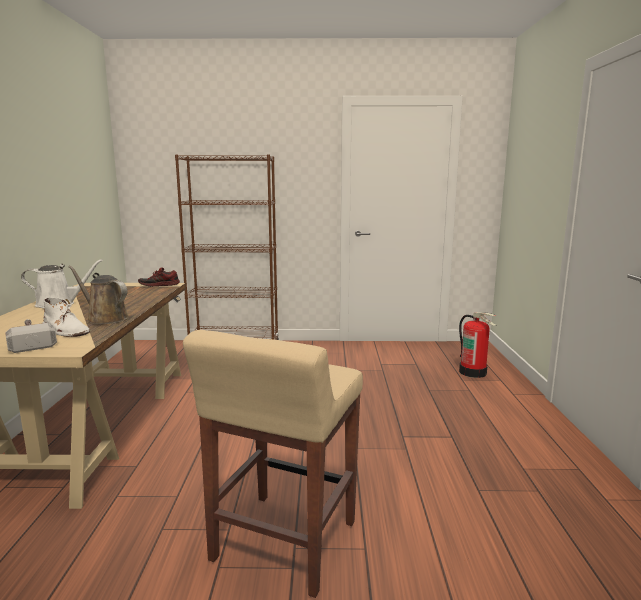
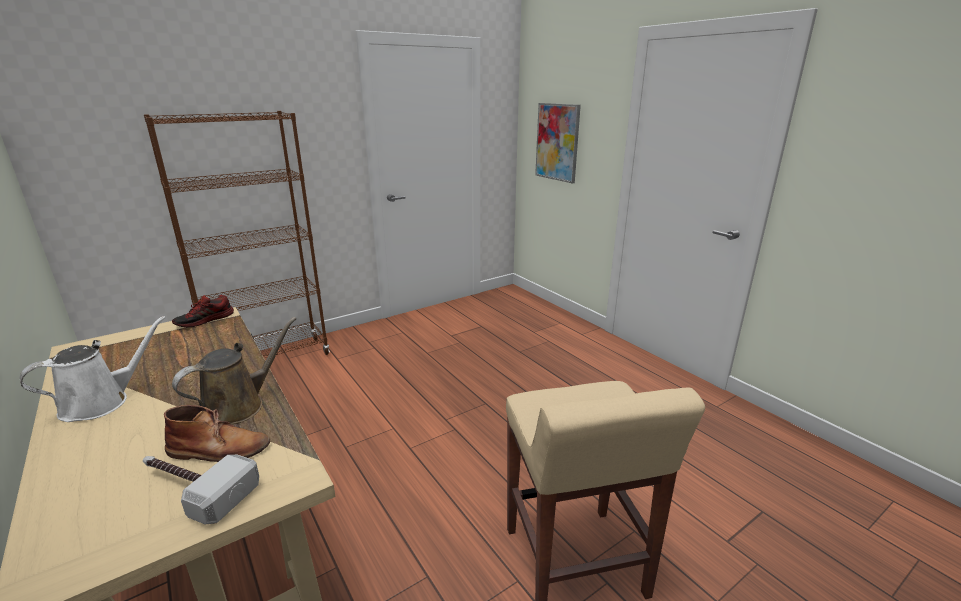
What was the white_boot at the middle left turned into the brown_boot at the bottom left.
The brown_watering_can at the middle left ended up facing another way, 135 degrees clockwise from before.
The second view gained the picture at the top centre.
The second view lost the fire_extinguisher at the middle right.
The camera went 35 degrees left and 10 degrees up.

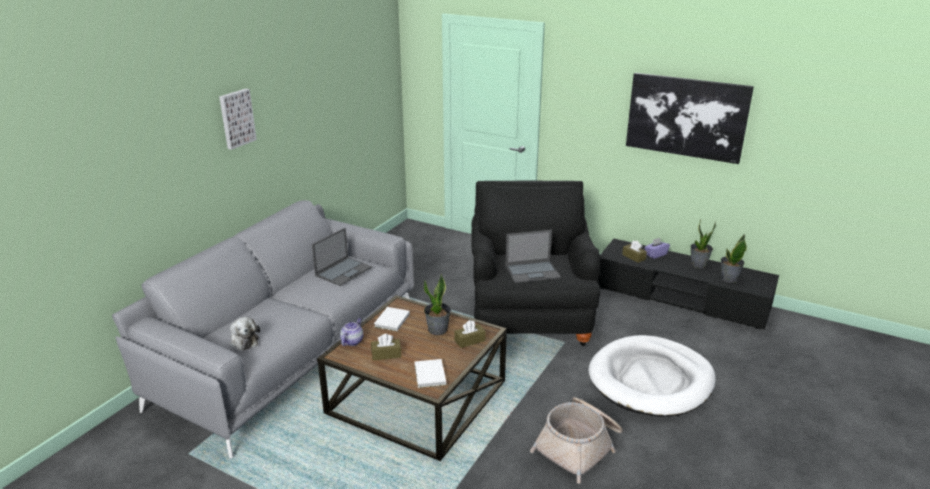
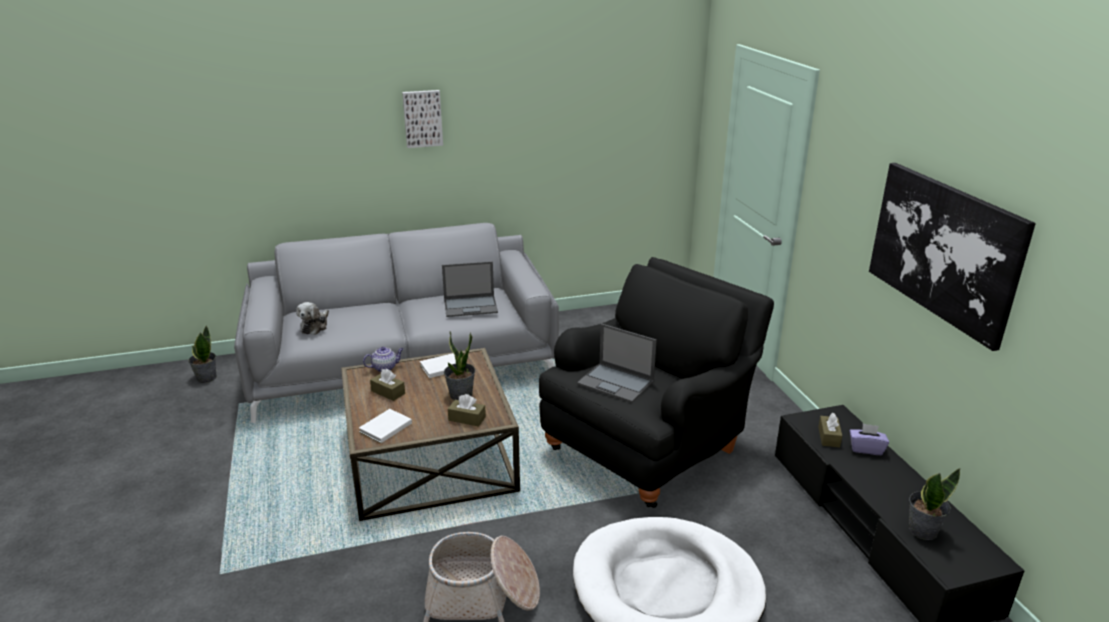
The potted_plant (2nd from left in the first image) ended up elsewhere, having gone from the middle right to the middle left.
The camera went 45 degrees right and 0 degrees up.

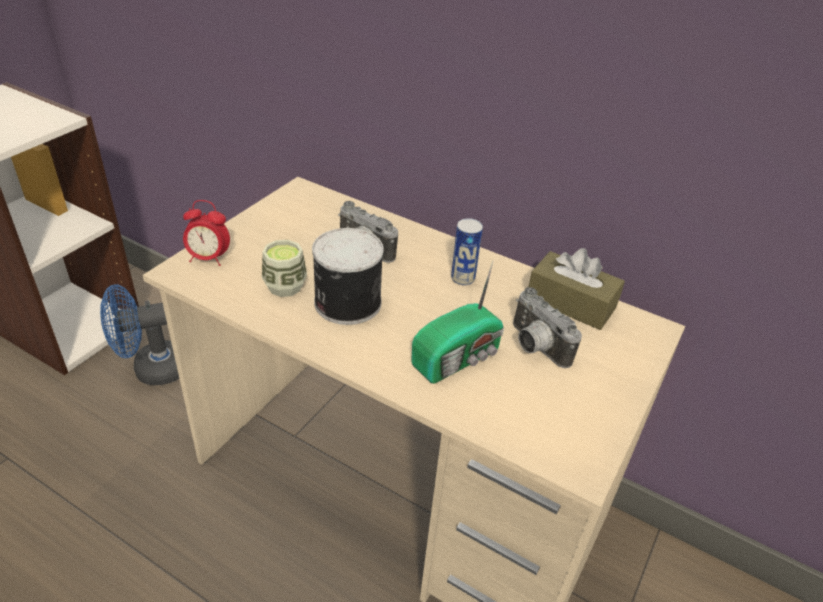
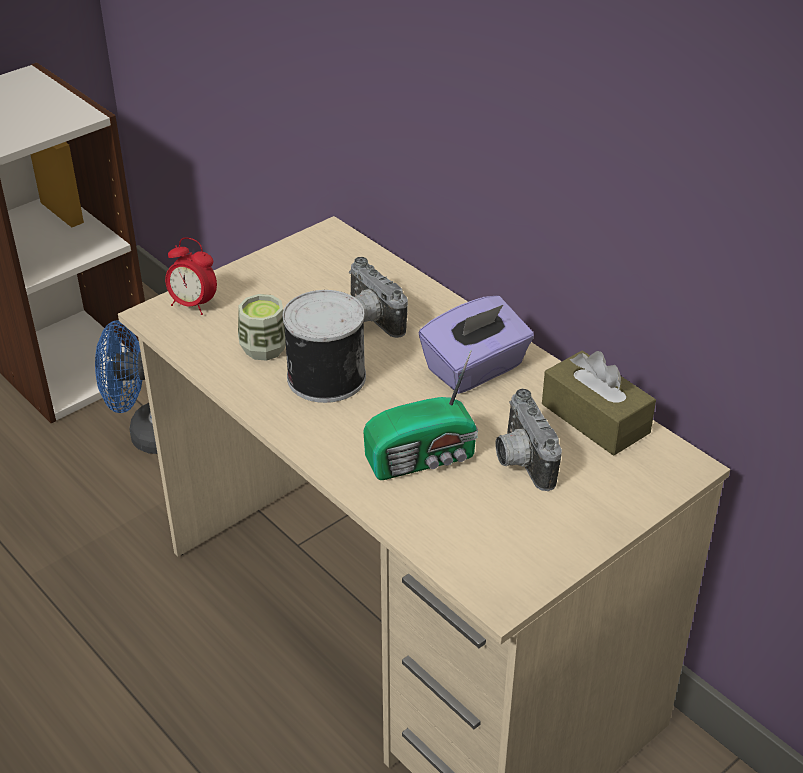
Where the can (2nd from left) stood at the centre, the purple_tissue_box came to stand at the centre.
The camera went 20 degrees right and 0 degrees up.

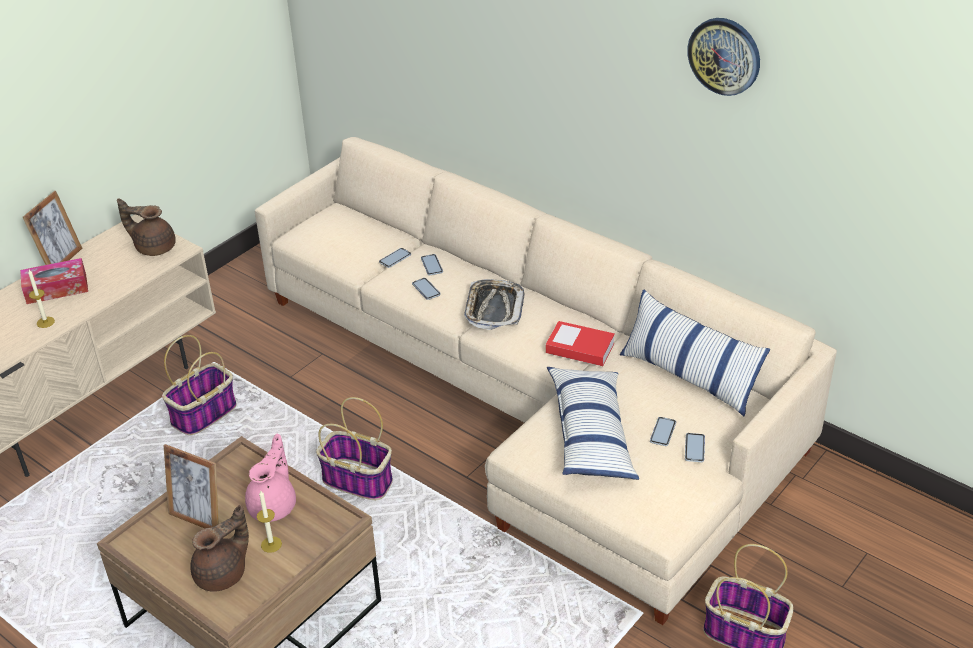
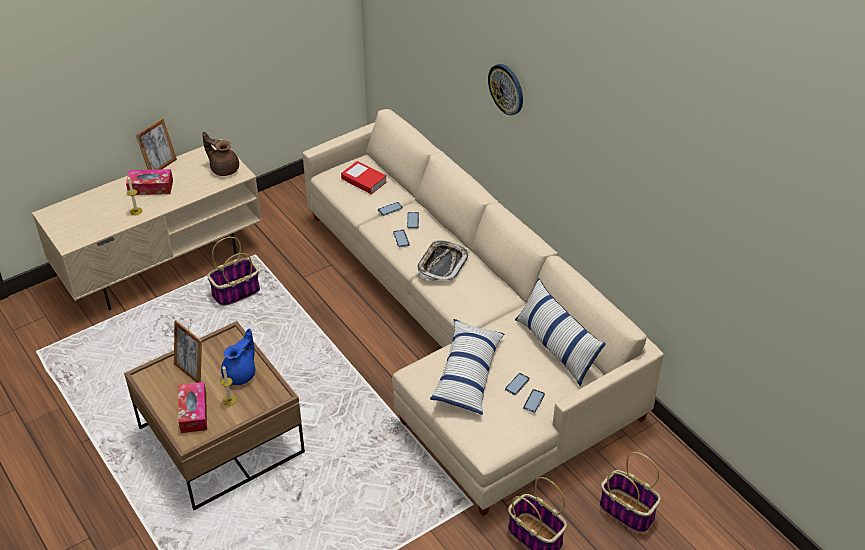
Where the brown_teapot (2nd from left) stood at the bottom left, the tissue_box (2nd from left) came to stand at the bottom left.
What was the pink_teapot at the bottom left turned into the blue_teapot at the middle left.
The book ended up elsewhere, having gone from the centre to the top centre.
The wall_clock ended up elsewhere, having gone from the top right to the top centre.
The basket (2nd from left in the first image) ended up elsewhere, having gone from the bottom centre to the bottom right.
The camera went 15 degrees right and 5 degrees up.

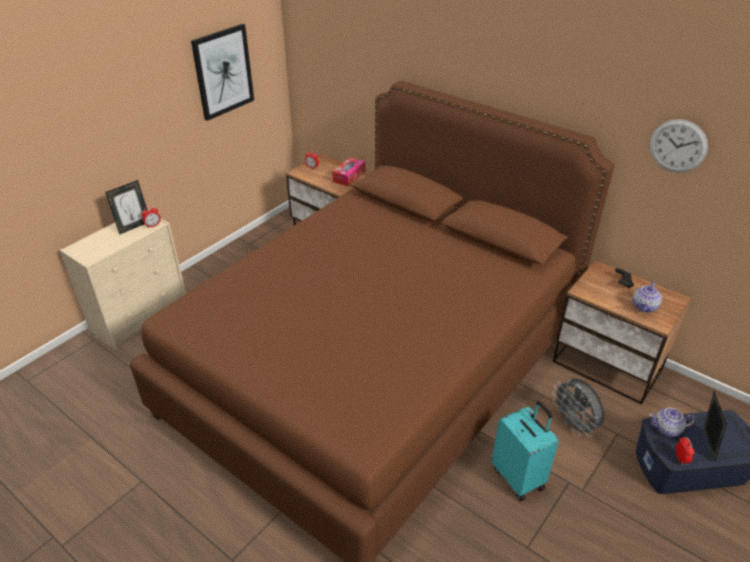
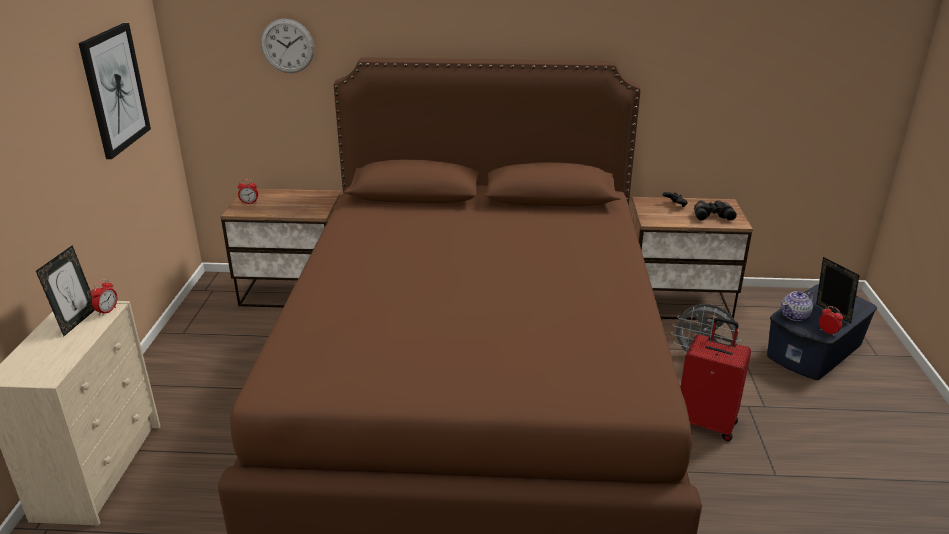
The wall_clock ended up elsewhere, having gone from the top right to the top left.
What was the turquoise_suitcase at the bottom right turned into the red_suitcase at the bottom right.
Where the teapot (1st from left) stood at the middle right, the black_binoculars came to stand at the middle right.
The second view lost the tissue_box at the top centre.
The camera went 35 degrees left and 10 degrees down.

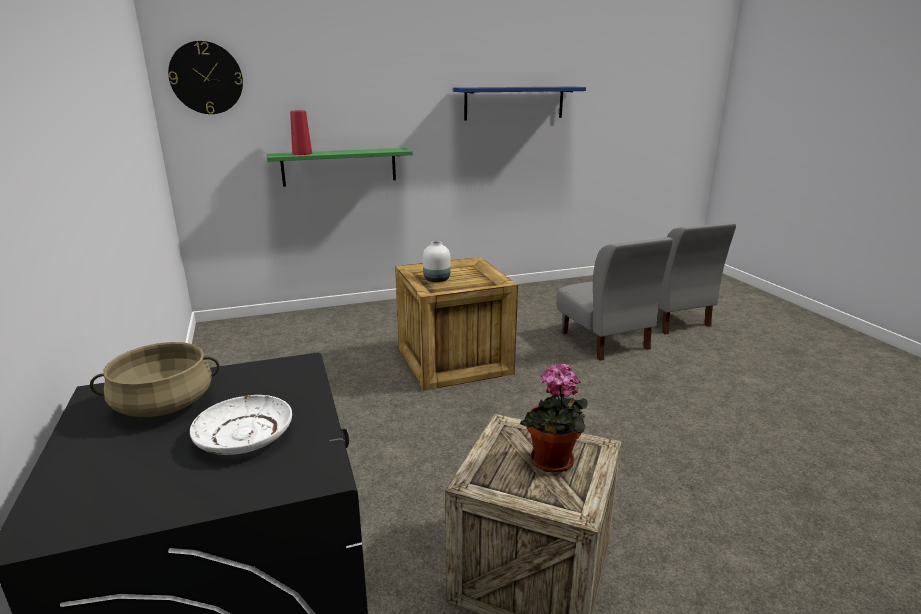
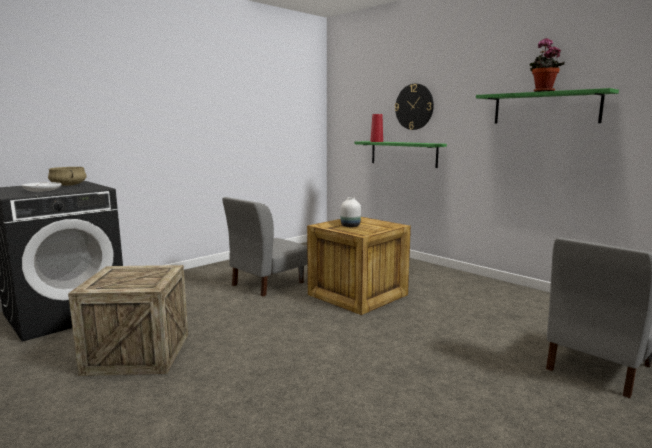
The grey_chair (1st from left) ended up elsewhere, having gone from the middle right to the centre.
The wall_clock ended up elsewhere, having gone from the top left to the top centre.
What was the blue_shelf at the top centre turned into the green_shelf (2nd from left) at the top right.
The potted_plant ended up elsewhere, having gone from the bottom centre to the top right.
The camera went 65 degrees right and 10 degrees down.

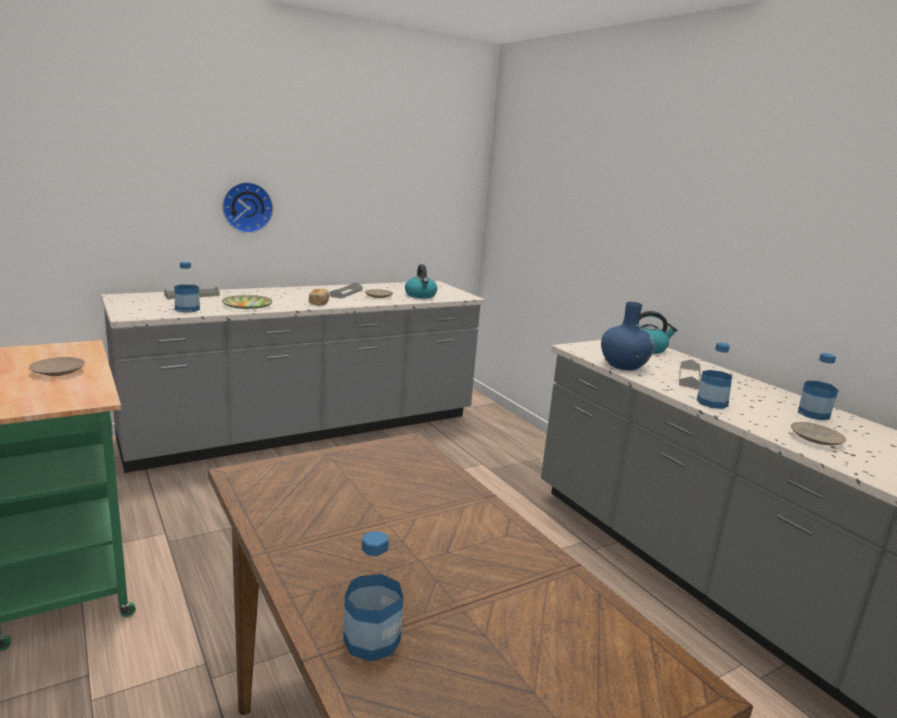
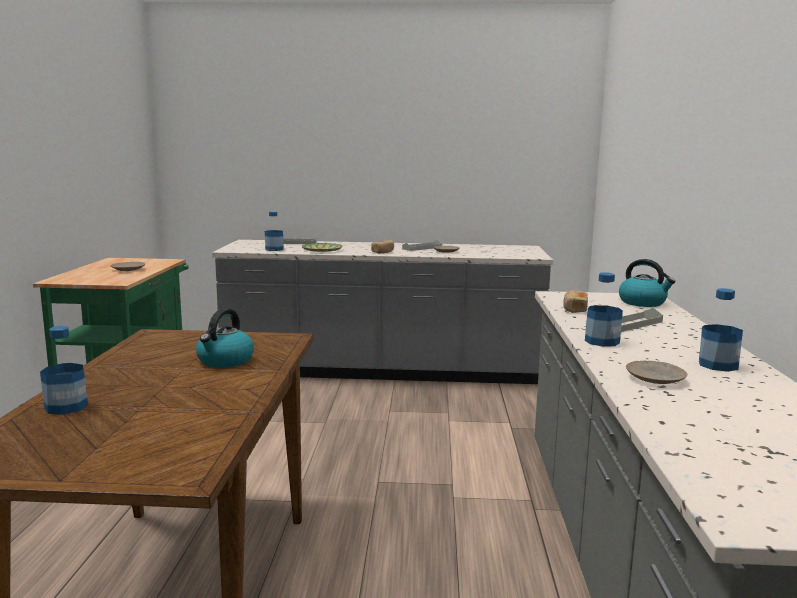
The kettle (1st from left) ended up elsewhere, having gone from the centre to the middle left.
Where the blue_vase stood at the middle right, the bread (2nd from left) came to stand at the middle right.
The second view lost the wall_clock at the top left.
The camera went 35 degrees right and 5 degrees down.

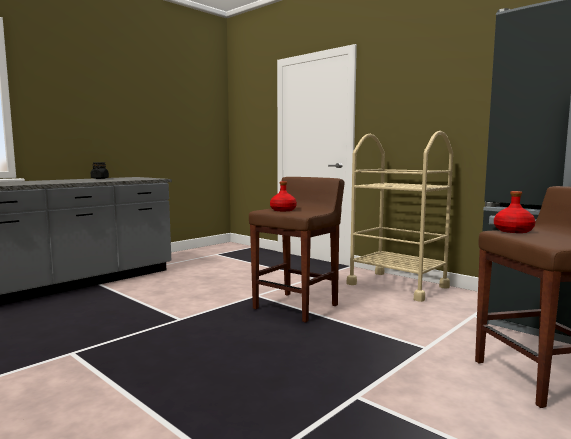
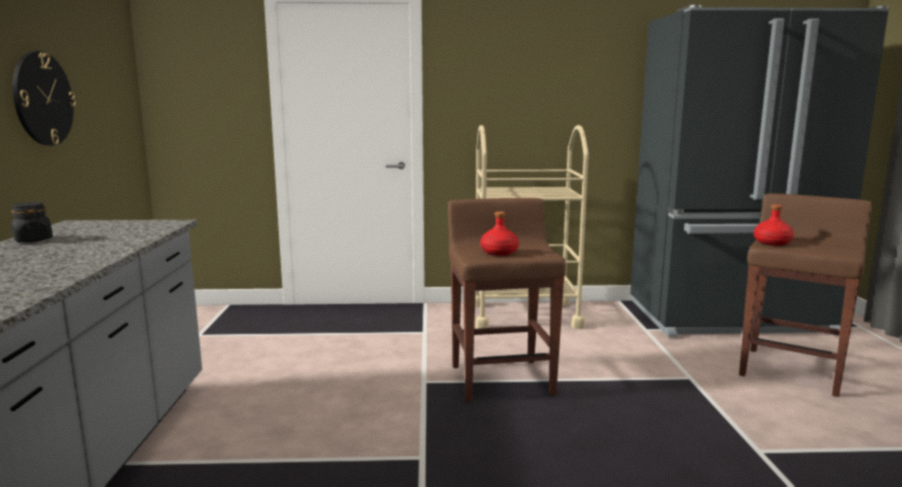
The second view gained the wall_clock at the top left.
The camera went 45 degrees left and 5 degrees up.

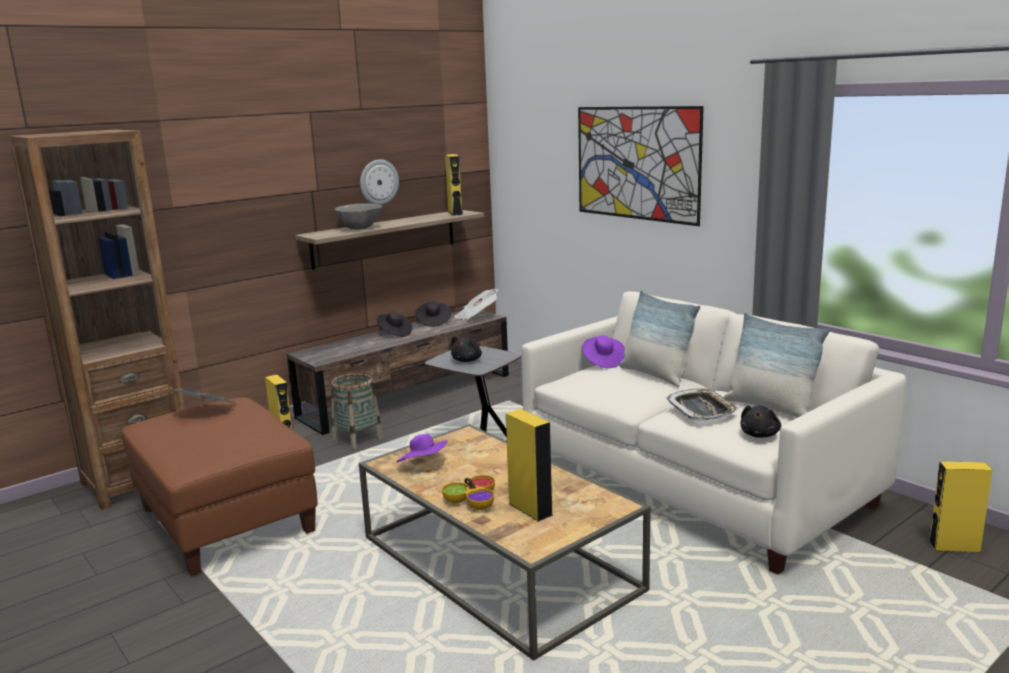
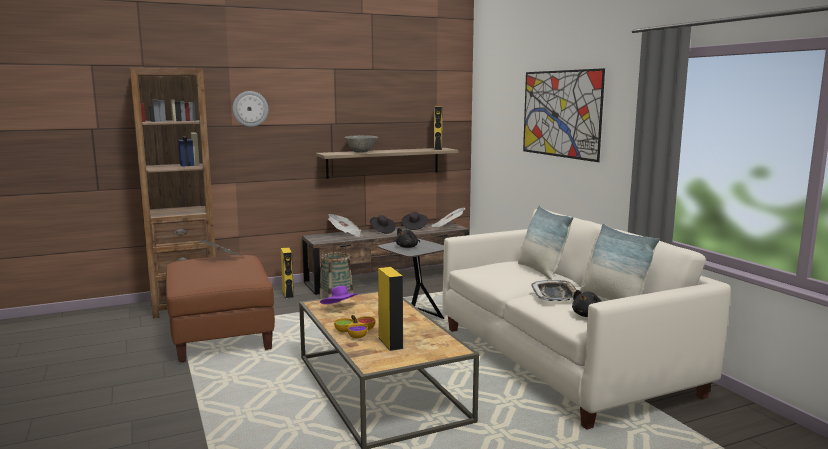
The wall_clock ended up elsewhere, having gone from the top centre to the top left.
The second view gained the newspaper (2nd from left) at the centre.
The second view lost the purple_hat (2nd from left) at the centre.
The second view lost the yellow_speaker (4th from left) at the bottom right.
The camera went 15 degrees right and 5 degrees down.

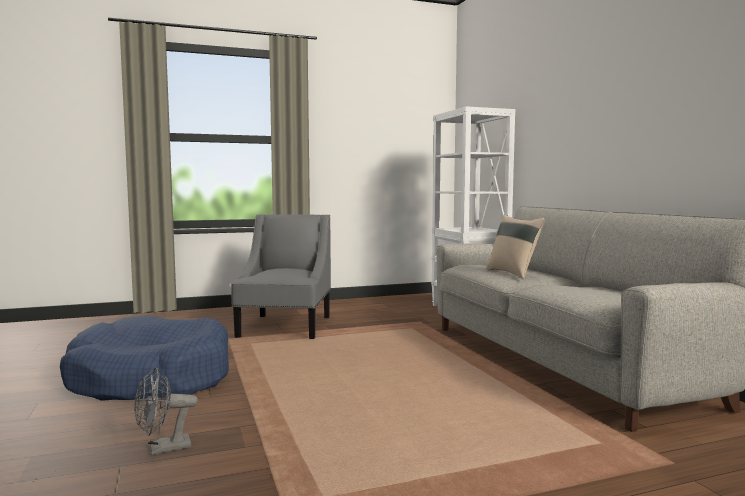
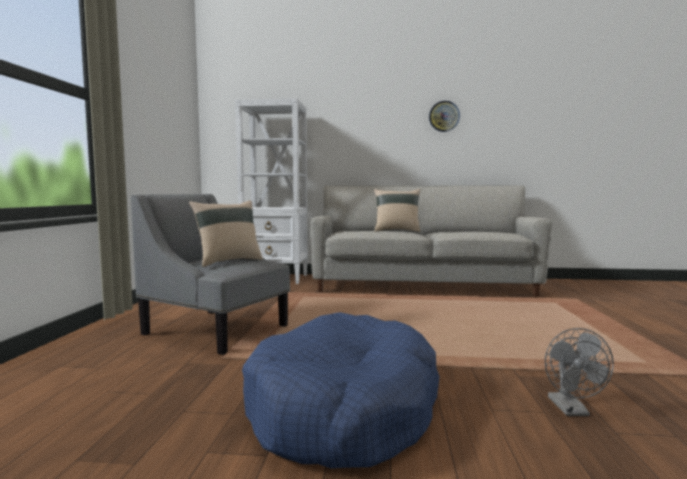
The second view gained the beige_pillow (1st from left) at the middle left.
The second view gained the wall_clock at the top centre.
The camera went 65 degrees left and 0 degrees up.

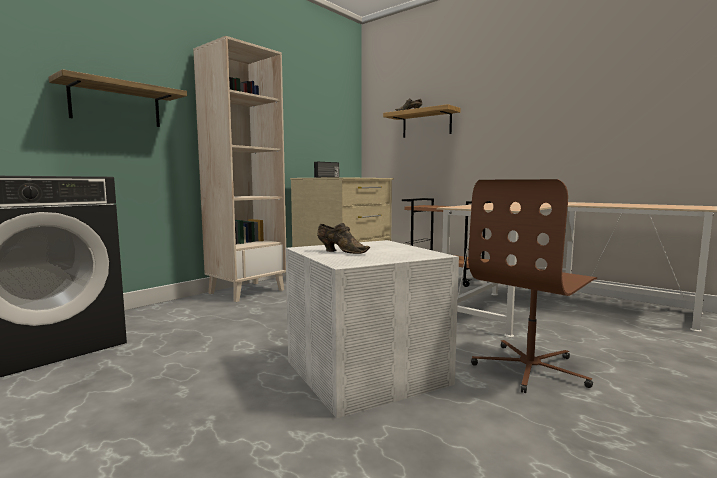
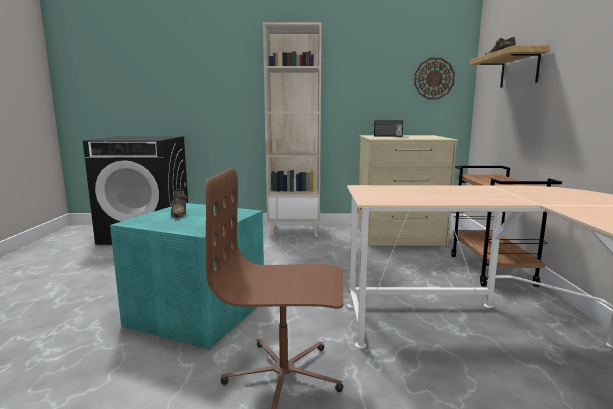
What was the white_storage_box at the bottom centre turned into the turquoise_storage_box at the bottom left.
The second view gained the wall_clock at the top right.
The second view lost the shelf (1st from left) at the top left.
The camera went 50 degrees right and 5 degrees up.

